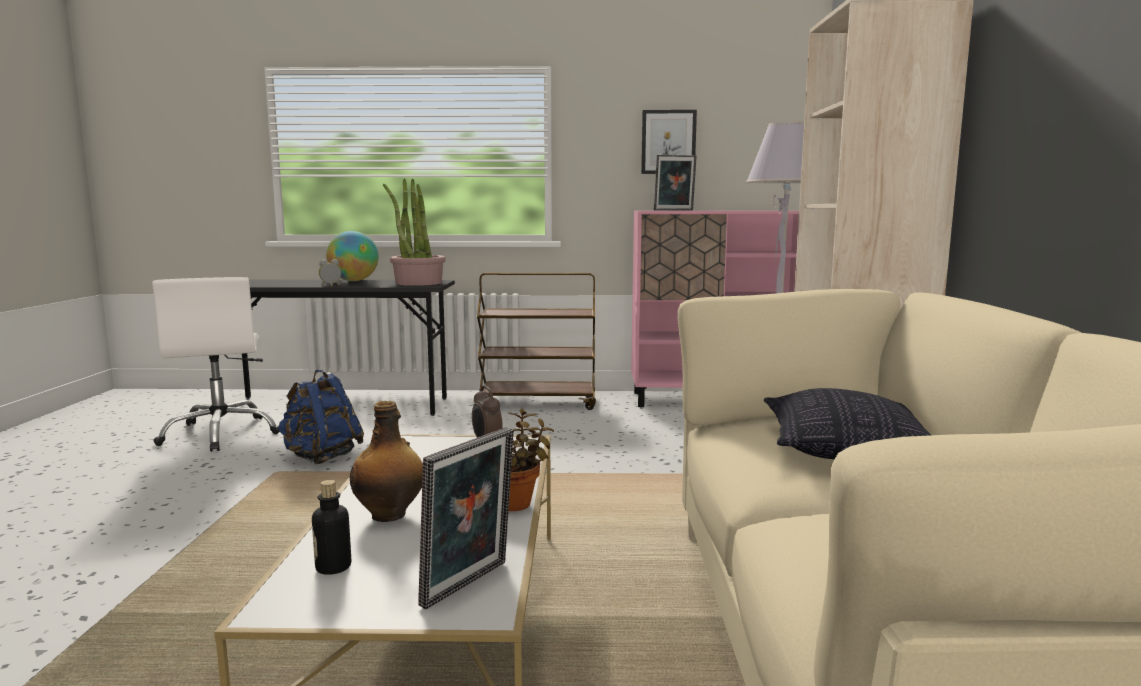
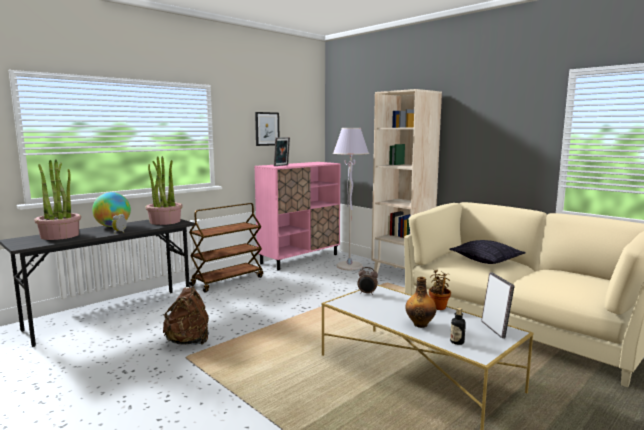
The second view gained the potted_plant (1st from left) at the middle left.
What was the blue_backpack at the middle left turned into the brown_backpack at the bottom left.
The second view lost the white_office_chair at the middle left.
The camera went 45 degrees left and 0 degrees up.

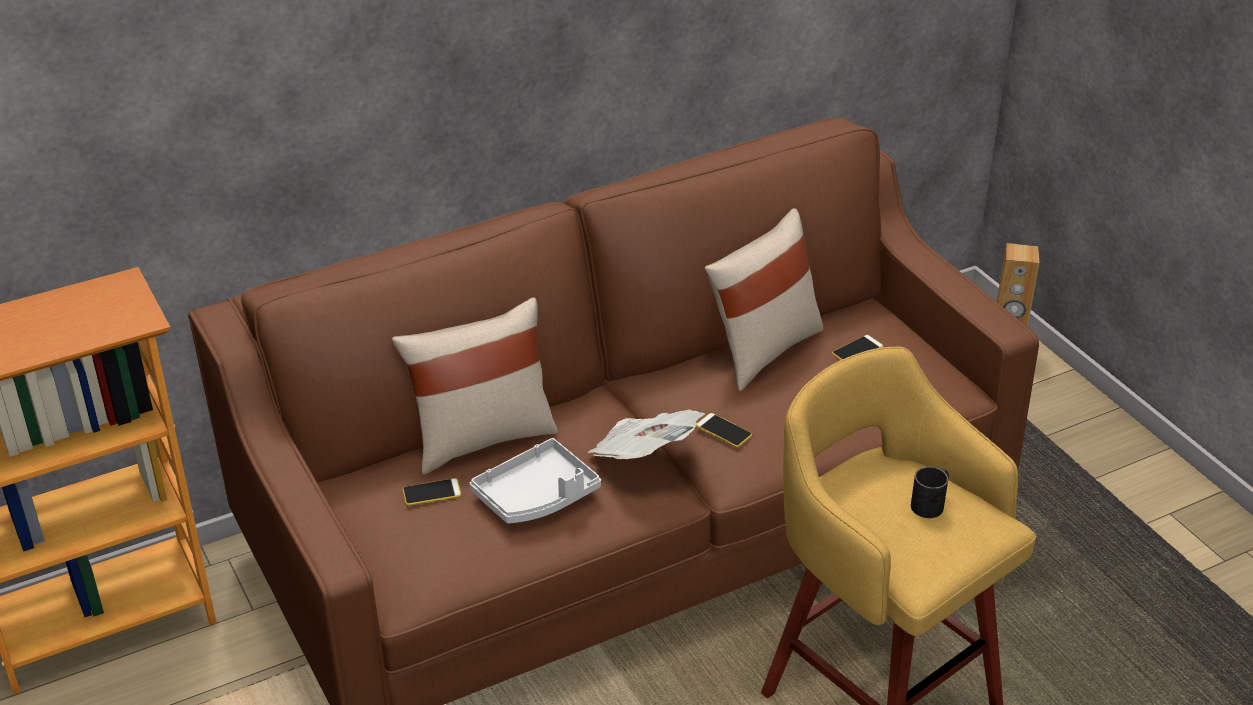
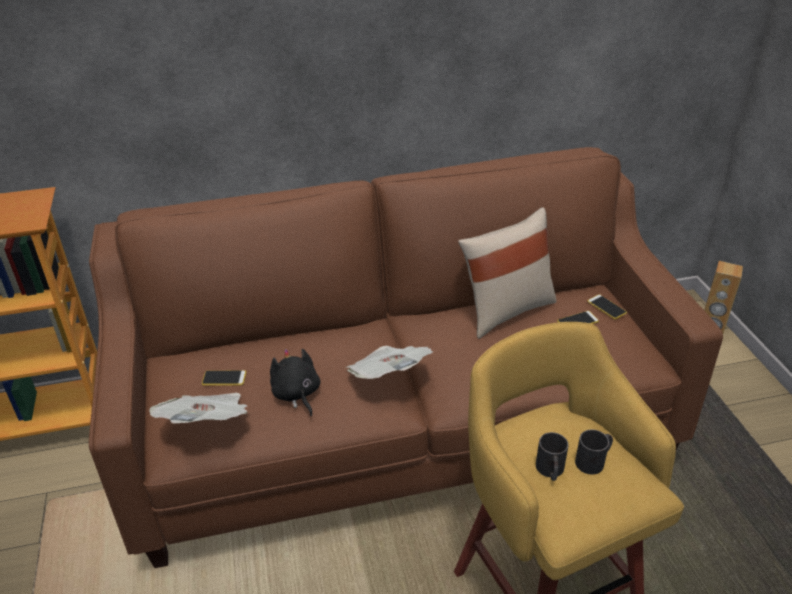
The second view gained the newspaper (1st from left) at the bottom left.
Where the grey_tray stood at the bottom centre, the black_plush_toy came to stand at the centre.
The second view gained the black_mug (1st from left) at the bottom right.
The phone (2nd from left in the first image) ended up elsewhere, having gone from the centre to the middle right.
The second view lost the beige_pillow (1st from left) at the centre.
The camera went 15 degrees right and 0 degrees up.

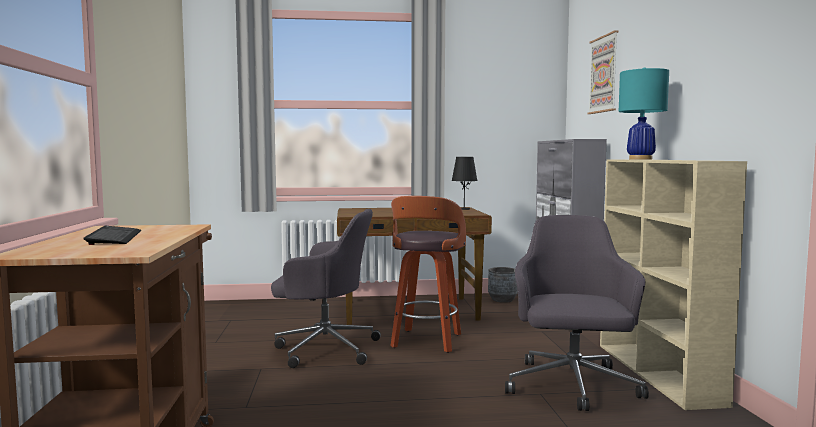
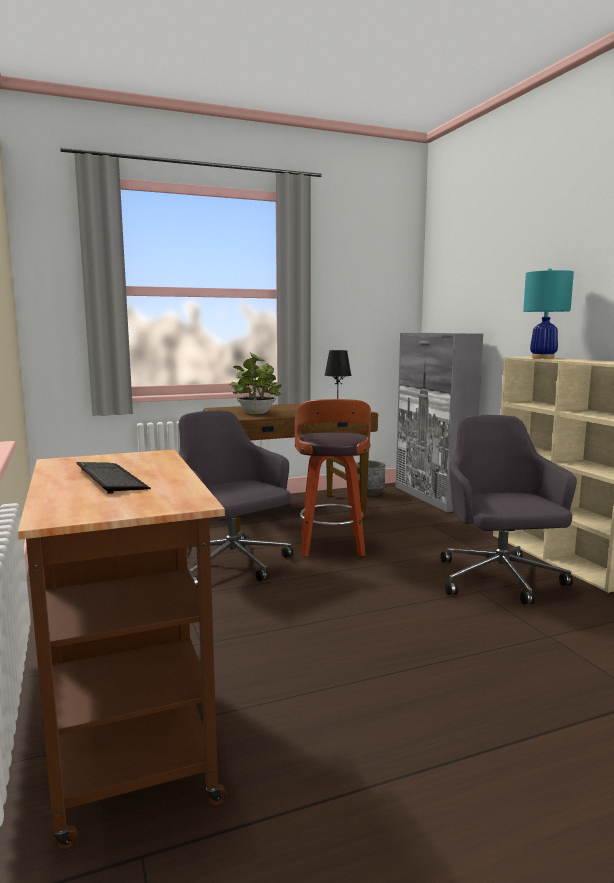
The grey_office_chair (1st from left) at the bottom centre ended up facing another way, 120 degrees counterclockwise from before.
The second view gained the potted_plant at the centre.
The second view lost the picture at the top right.
The camera went 15 degrees left and 5 degrees up.

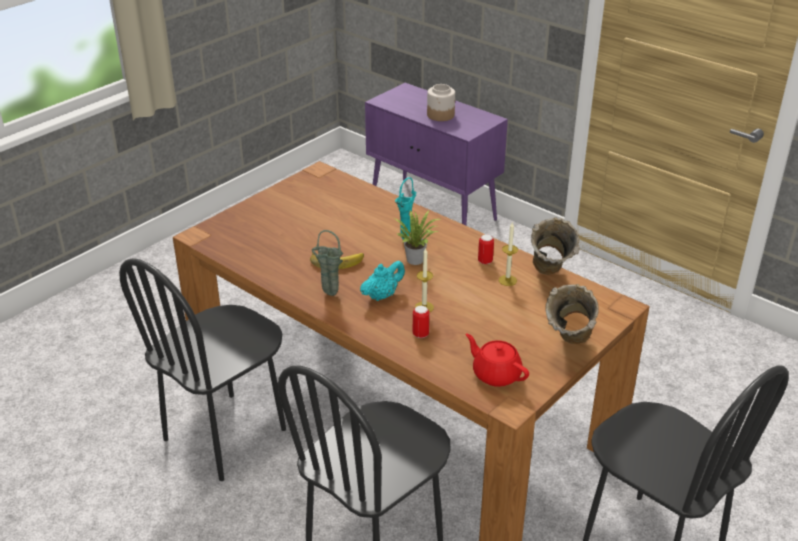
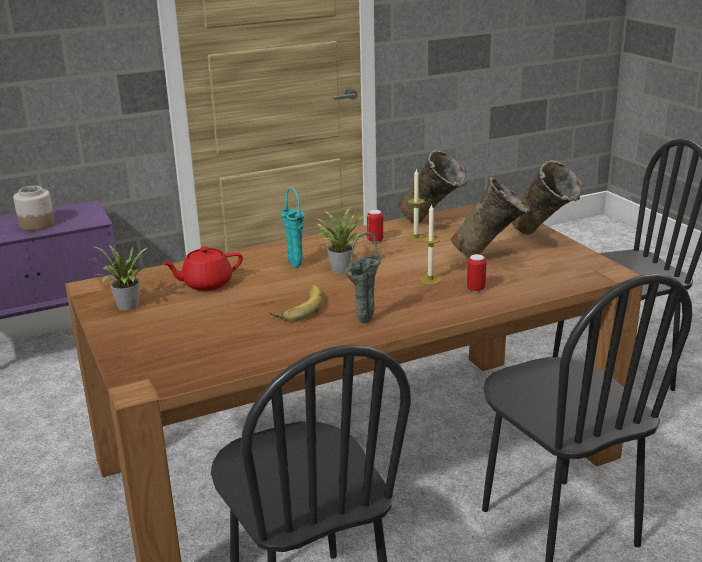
The second view gained the potted_plant (1st from left) at the middle left.
The red_teapot ended up elsewhere, having gone from the centre to the middle left.
The second view gained the beige_vase (2nd from left) at the middle right.
The second view lost the turquoise_teapot at the centre.
The camera went 65 degrees left and 10 degrees down.

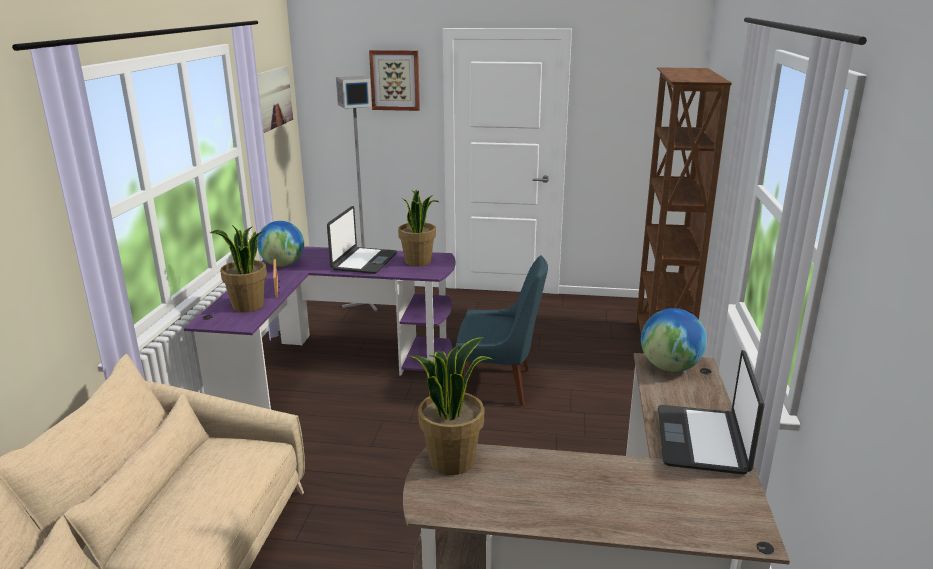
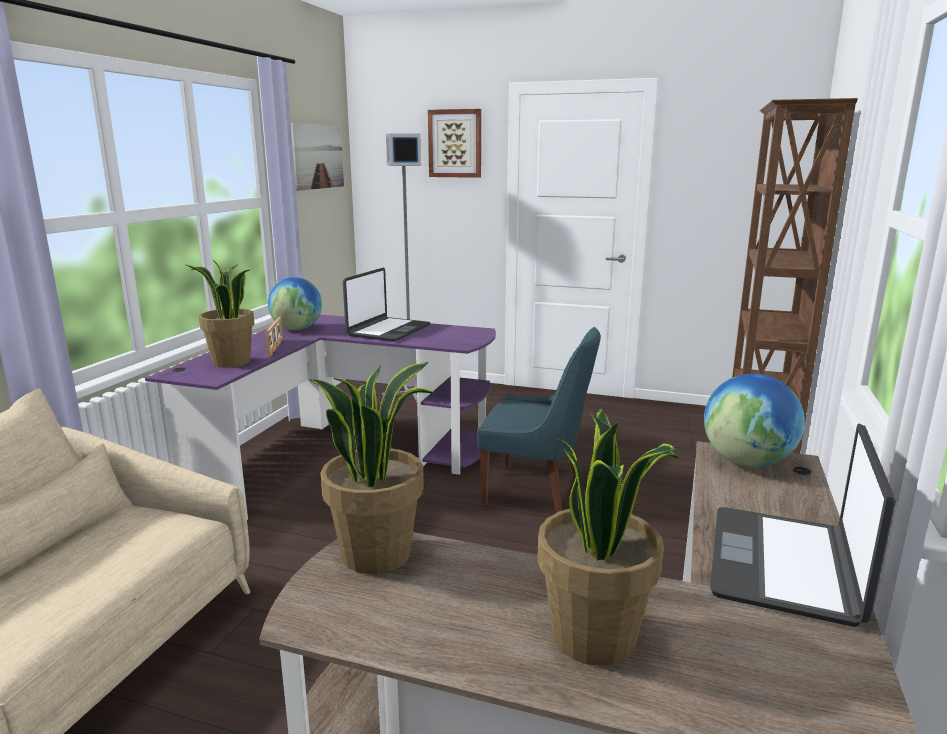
The potted_plant (2nd from left in the first image) ended up elsewhere, having gone from the centre to the bottom centre.
The camera went 10 degrees right and 5 degrees down.

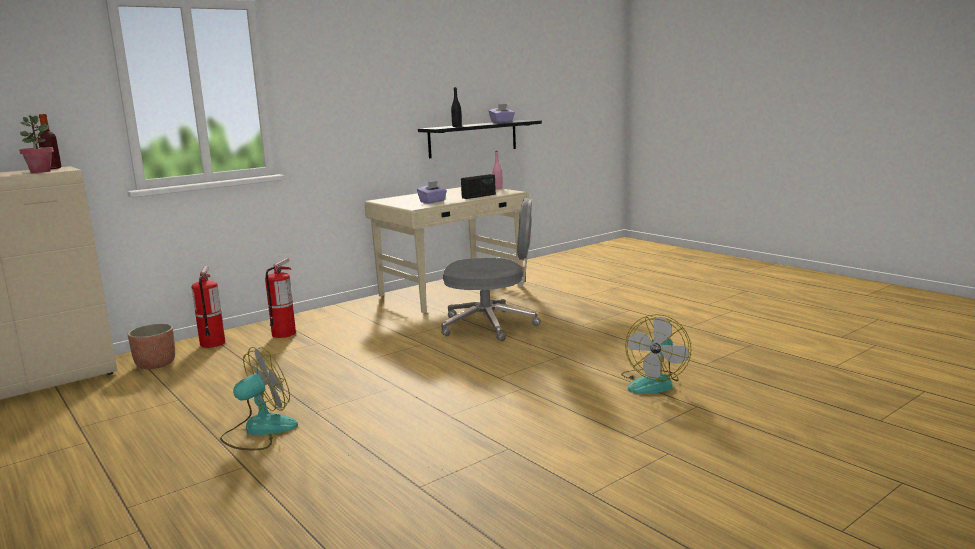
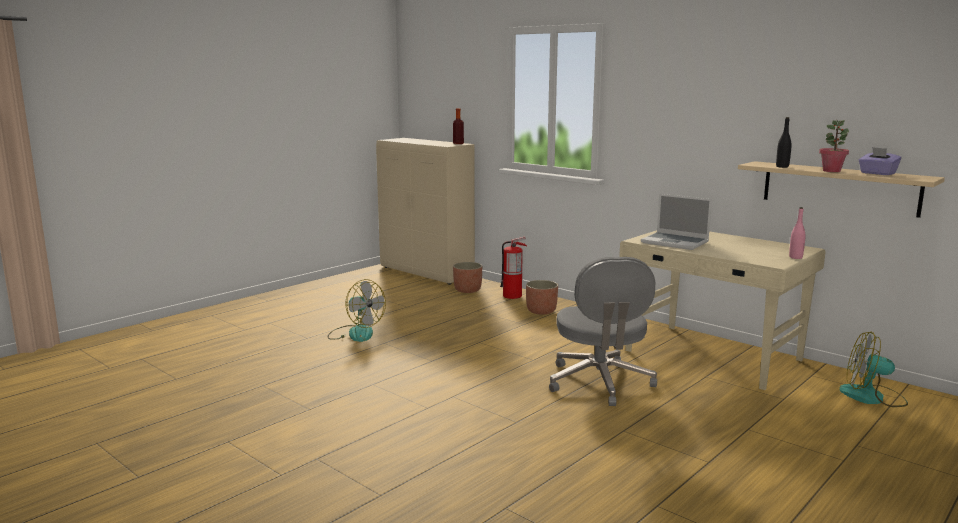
Where the fire_extinguisher (2nd from left) stood at the middle left, the planter (2nd from left) came to stand at the centre.
Where the purple_tissue_box (1st from left) stood at the centre, the laptop came to stand at the middle right.
What was the black_shelf at the top centre turned into the beige_shelf at the middle right.
The potted_plant ended up elsewhere, having gone from the top left to the top right.
The fan (2nd from left) ended up elsewhere, having gone from the middle right to the bottom right.
The second view lost the radio at the centre.
The camera went 80 degrees right and 0 degrees up.

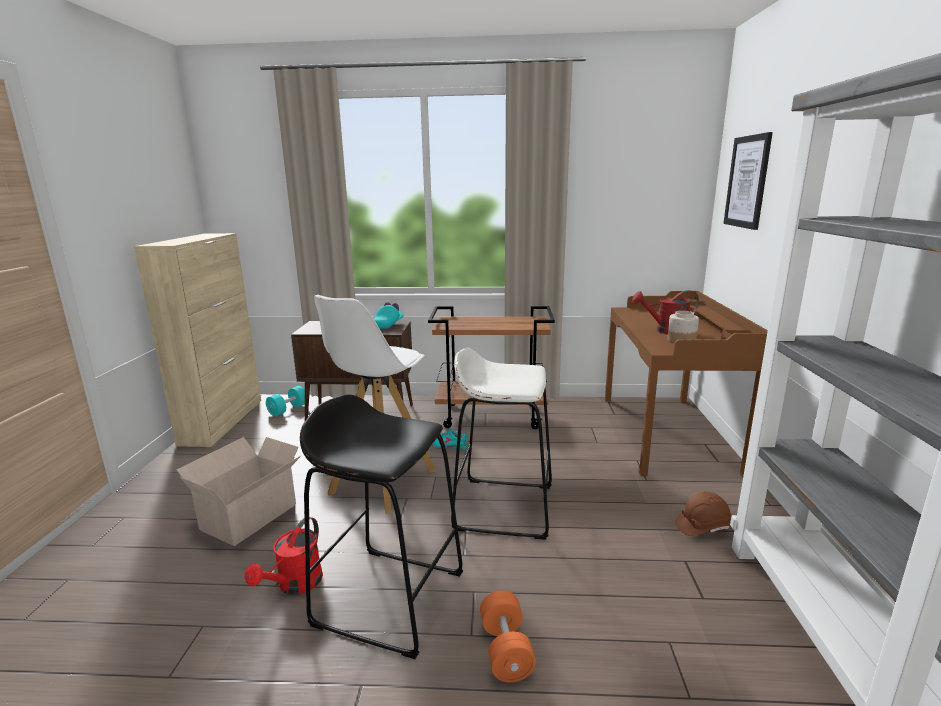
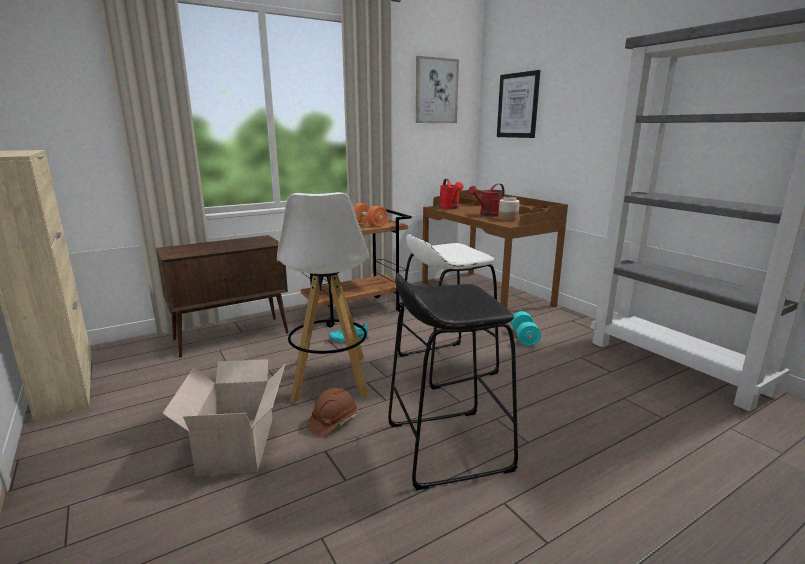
The brown_hard_hat ended up elsewhere, having gone from the bottom right to the bottom centre.
The orange_dumbbell ended up elsewhere, having gone from the bottom centre to the centre.
The second view gained the picture (1st from left) at the top centre.
The red_watering_can (1st from left) ended up elsewhere, having gone from the bottom left to the centre.
The turquoise_dumbbell ended up elsewhere, having gone from the middle left to the centre.
The second view lost the turquoise_cap at the centre.
The camera went 35 degrees left and 0 degrees up.

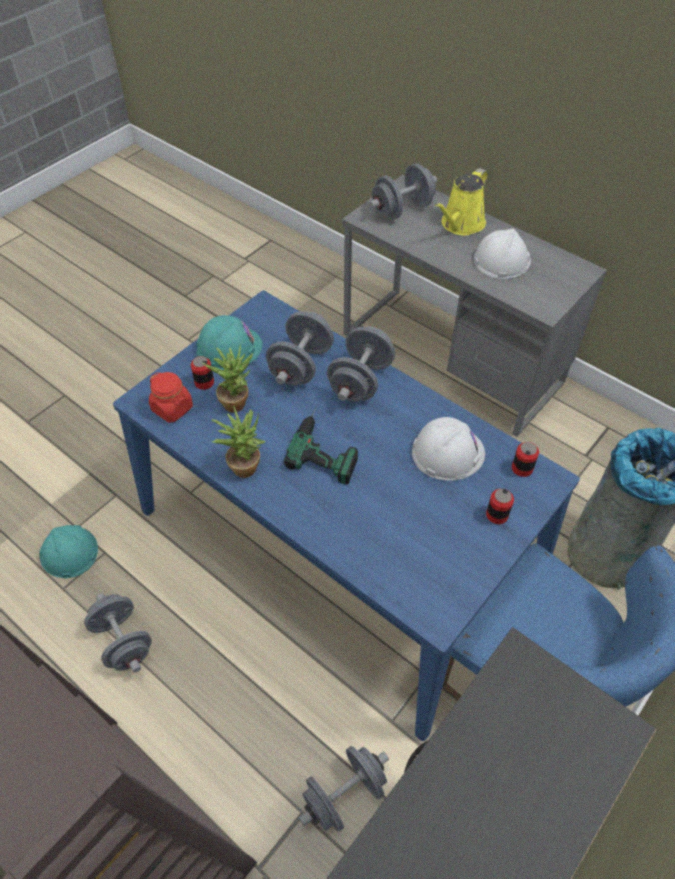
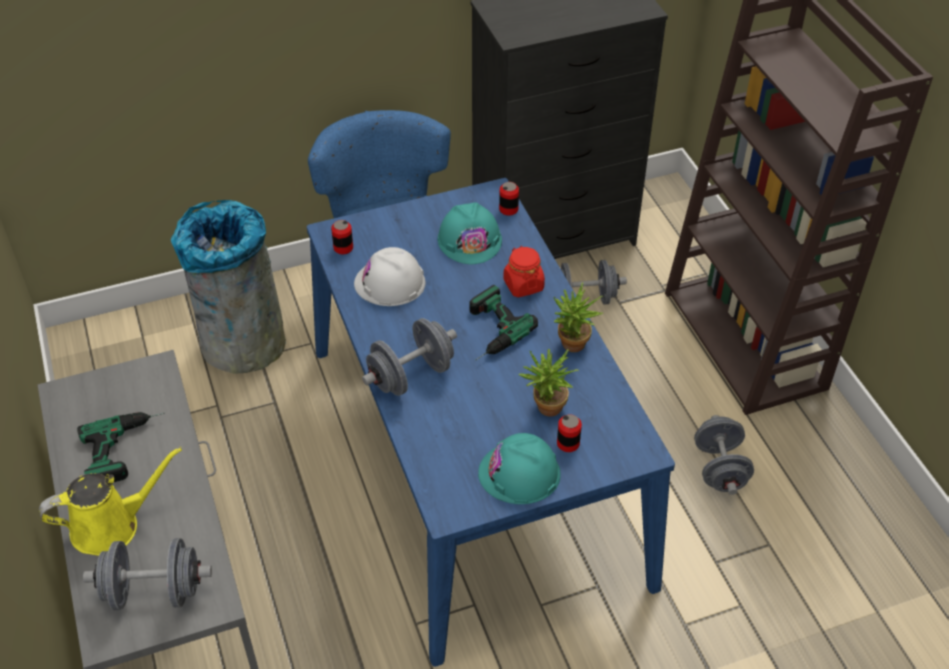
Where the white_hard_hat (2nd from left) stood at the top right, the power_drill (1st from left) came to stand at the bottom left.
The turquoise_hard_hat (1st from left) ended up elsewhere, having gone from the middle left to the centre.
The can (2nd from left) ended up elsewhere, having gone from the middle right to the top centre.
The red_jar ended up elsewhere, having gone from the middle left to the centre.
The second view lost the grey_dumbbell (2nd from left) at the centre.
The camera went 150 degrees left and 5 degrees down.

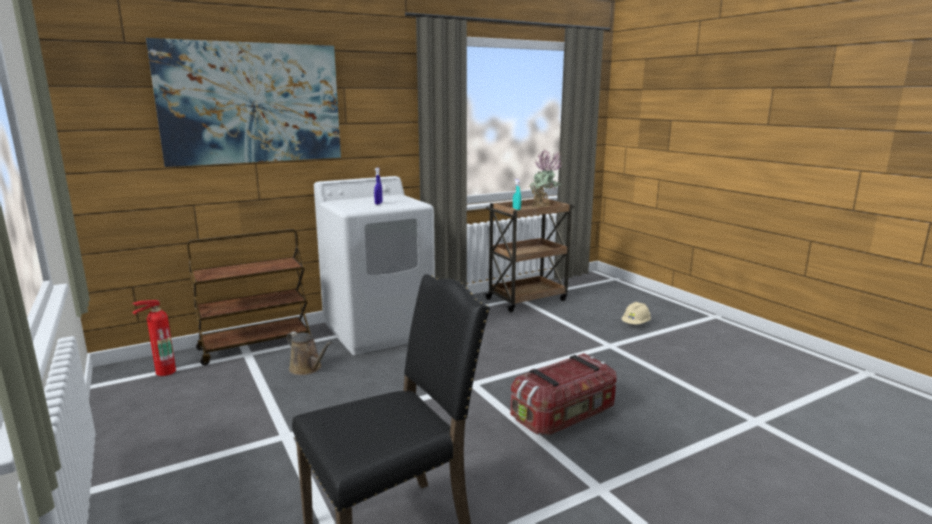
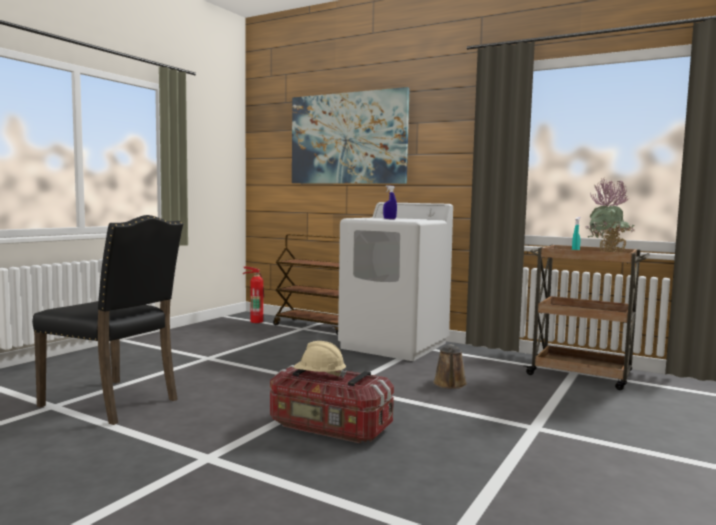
The beige_hard_hat ended up elsewhere, having gone from the middle right to the bottom centre.
The brown_watering_can ended up elsewhere, having gone from the bottom left to the bottom centre.
The camera went 60 degrees right and 10 degrees down.

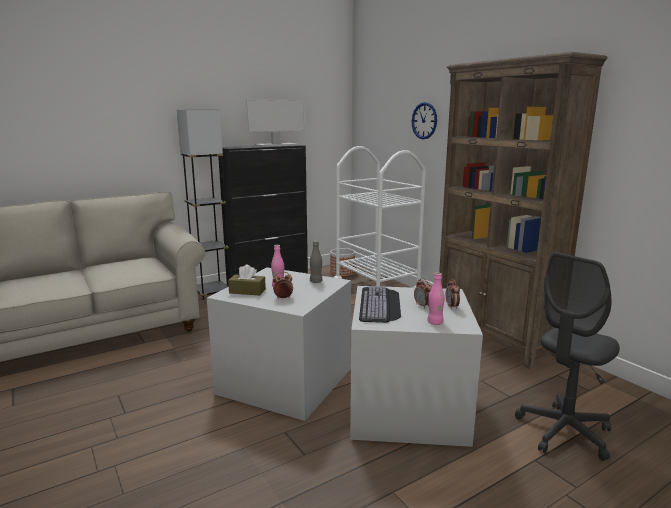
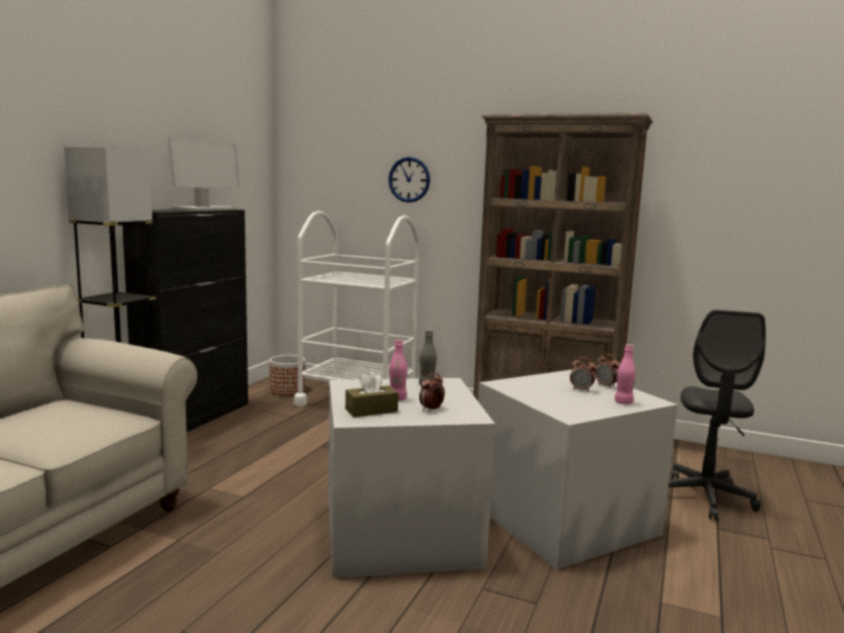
The second view lost the keyboard at the centre.
The camera went 35 degrees left and 5 degrees down.

